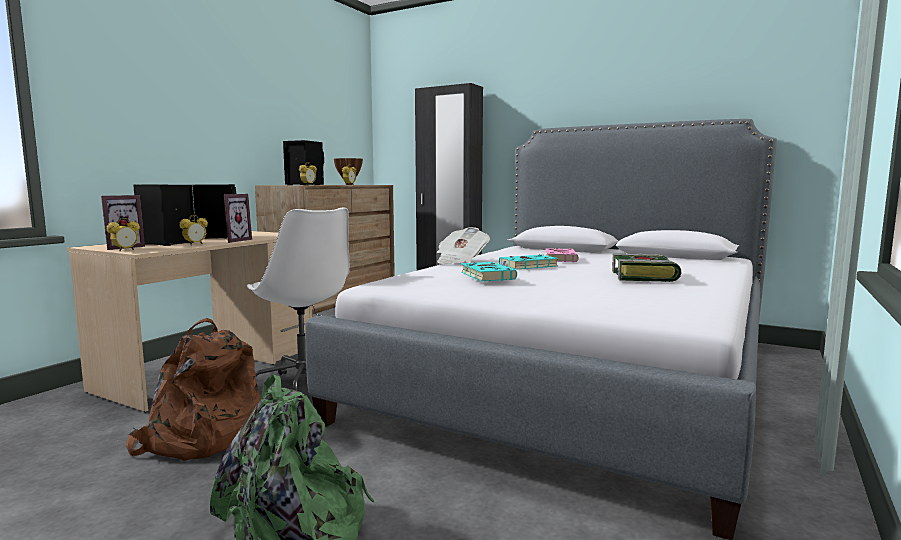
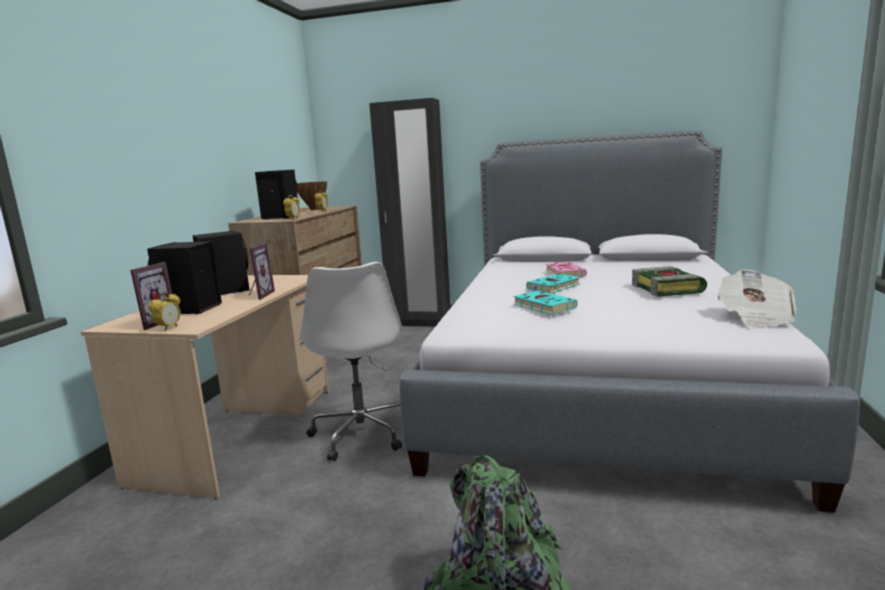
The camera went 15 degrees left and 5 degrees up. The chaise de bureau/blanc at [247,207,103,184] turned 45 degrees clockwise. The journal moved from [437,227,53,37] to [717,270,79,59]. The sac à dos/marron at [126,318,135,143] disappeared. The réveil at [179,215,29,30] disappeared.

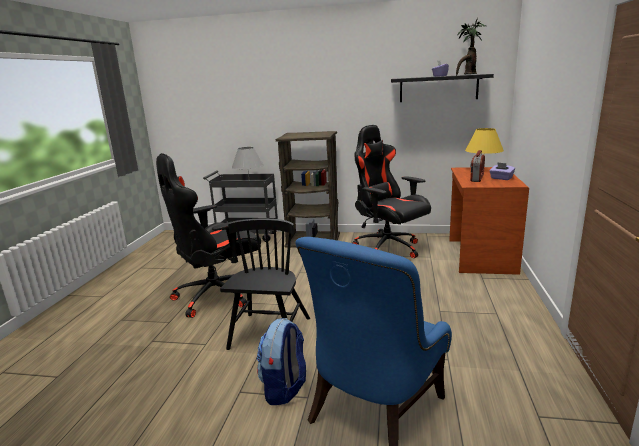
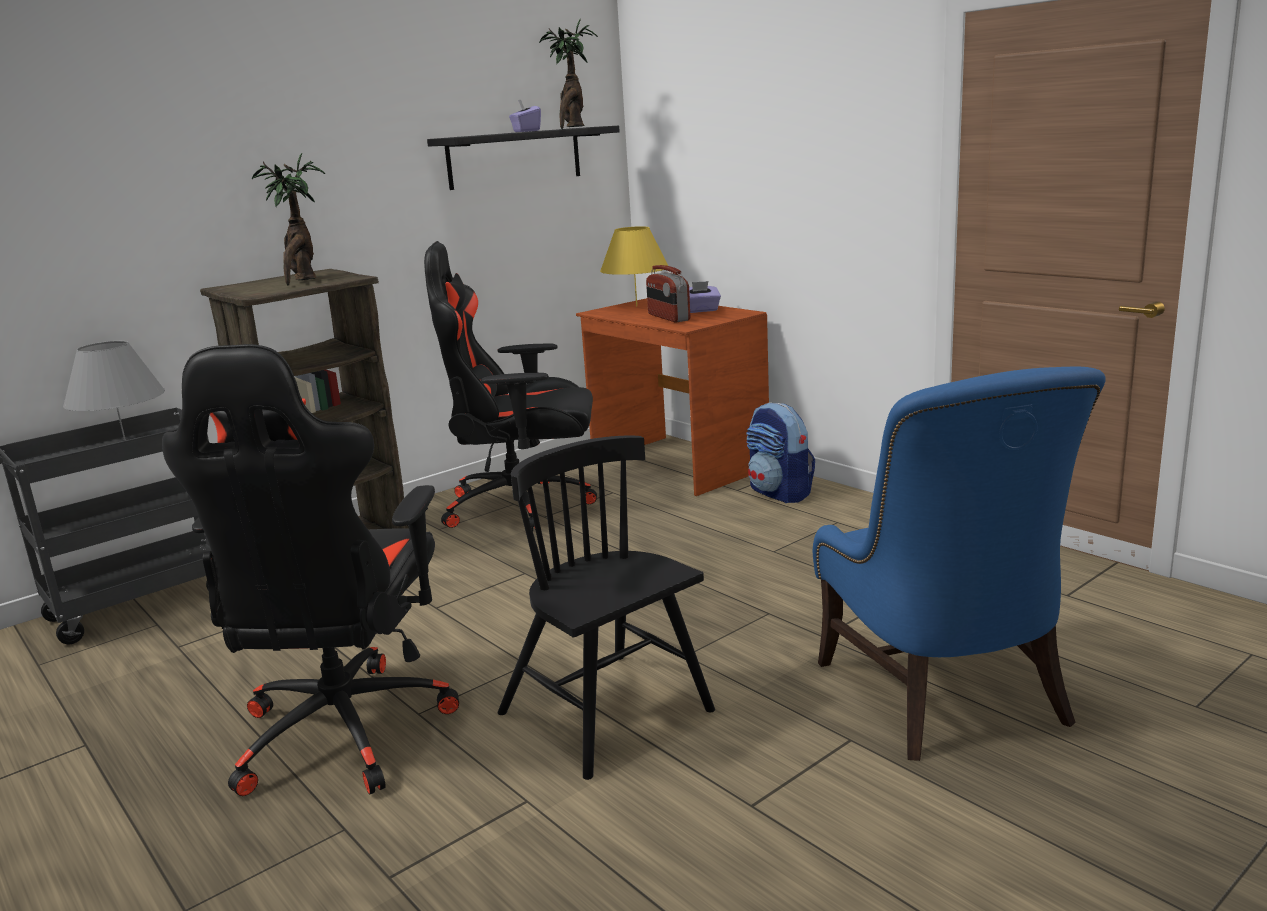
The camera went 50 degrees left and 0 degrees up. The plante en pot at [252,153,73,133] appeared. The sac à dos moved from [257,318,49,87] to [746,403,69,100].

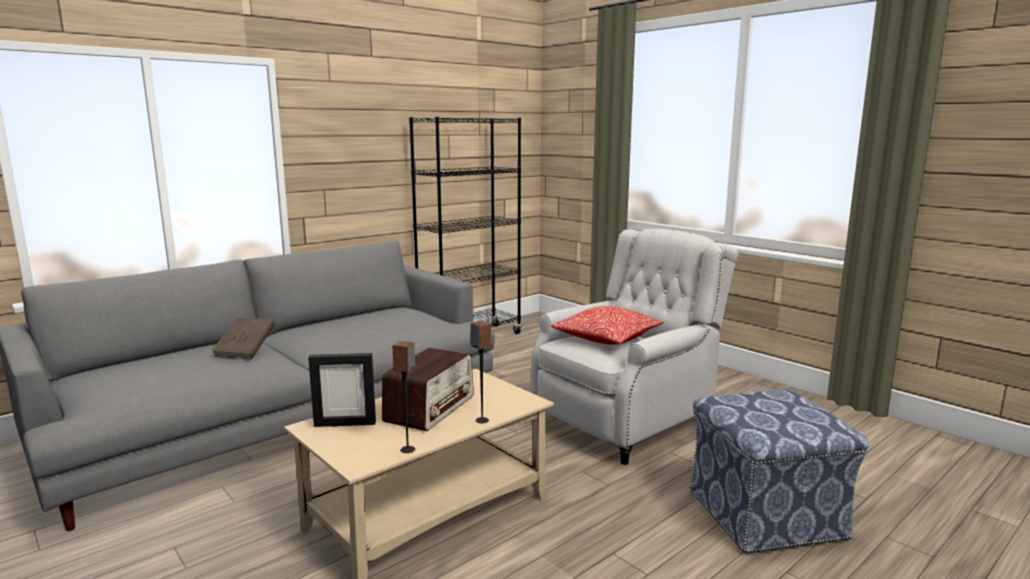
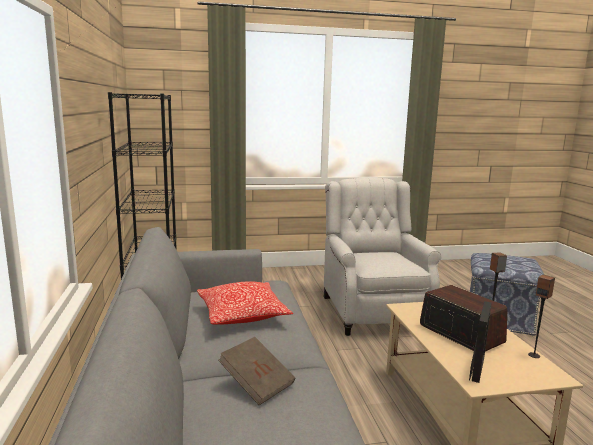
The camera went 60 degrees left and 0 degrees up. The coussin moved from [550,306,114,39] to [197,281,96,43].

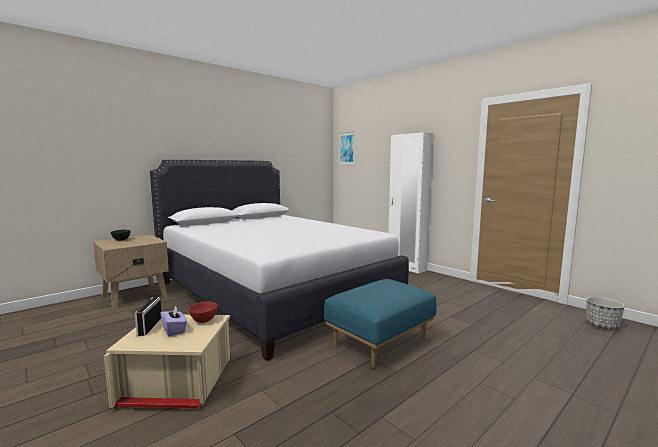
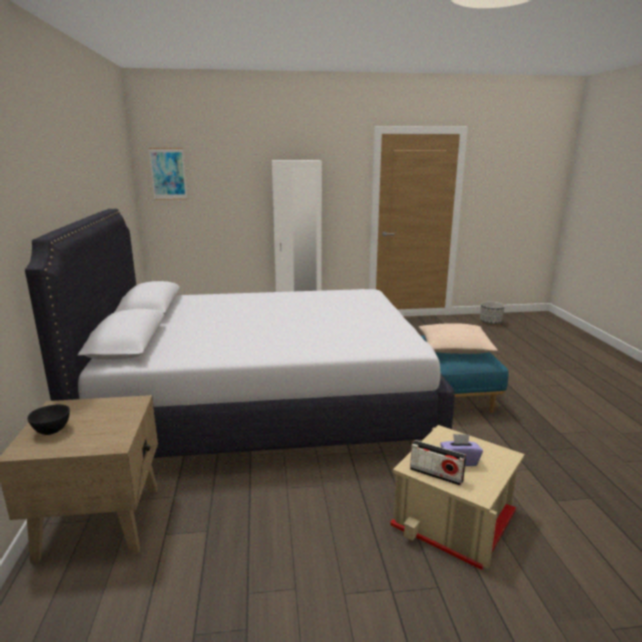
The camera went 55 degrees left and 10 degrees up. The coussin/beige at [419,323,79,31] appeared. The bol/rouge at [188,301,29,22] disappeared.

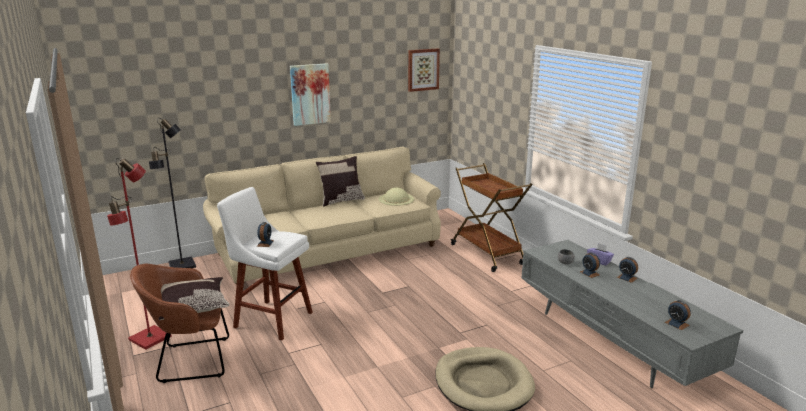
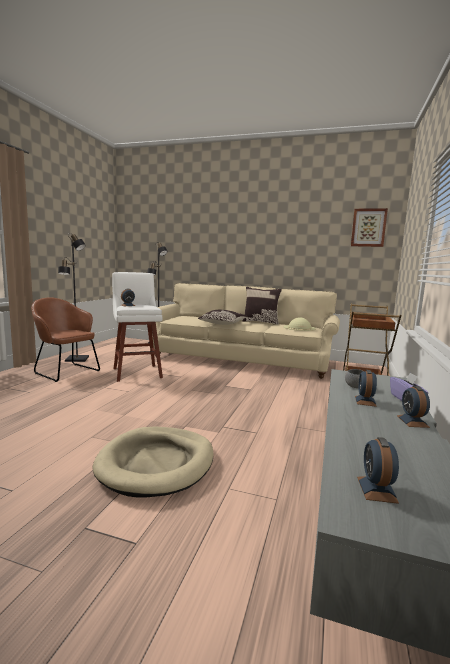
The camera went 45 degrees right and 10 degrees down. The lampadaire/rouge at [107,158,64,192] became the lampadaire/noir at [58,233,31,129]. The coussin moved from [158,277,72,43] to [198,310,50,15]. The tableau at [290,63,41,63] disappeared.

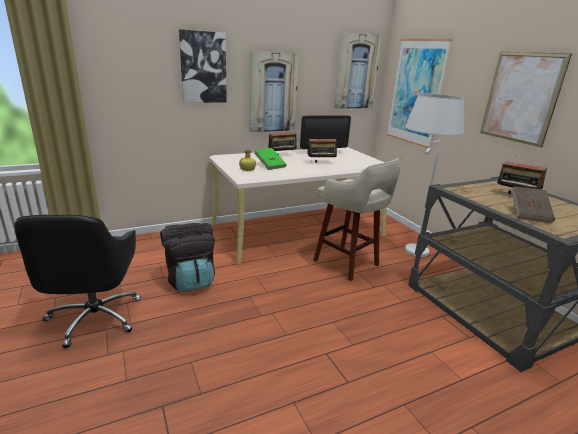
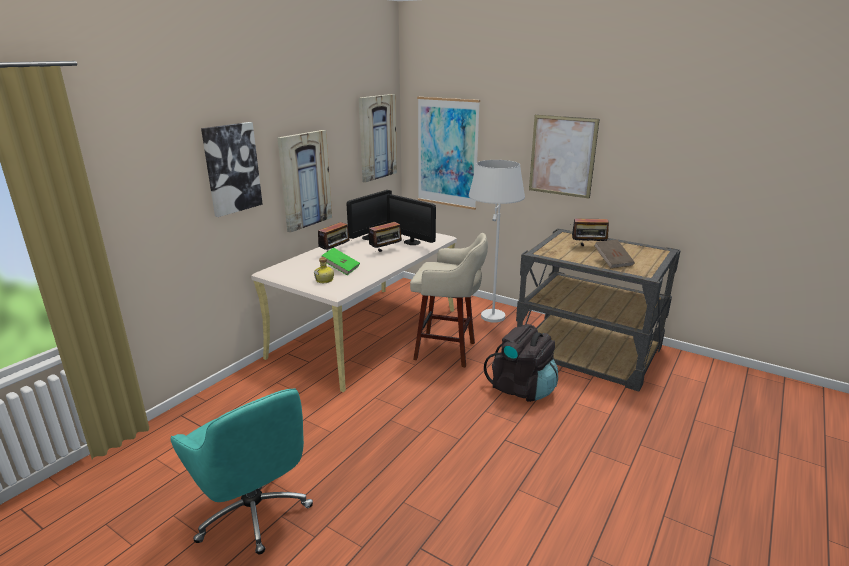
The camera went 30 degrees left and 0 degrees up. The chaise de bureau/noir at [14,215,127,133] became the chaise de bureau/turquoise at [170,388,143,166]. The écran d'ordinateur at [387,194,49,51] appeared. The sac à dos/noir moved from [160,223,55,68] to [484,324,74,78].

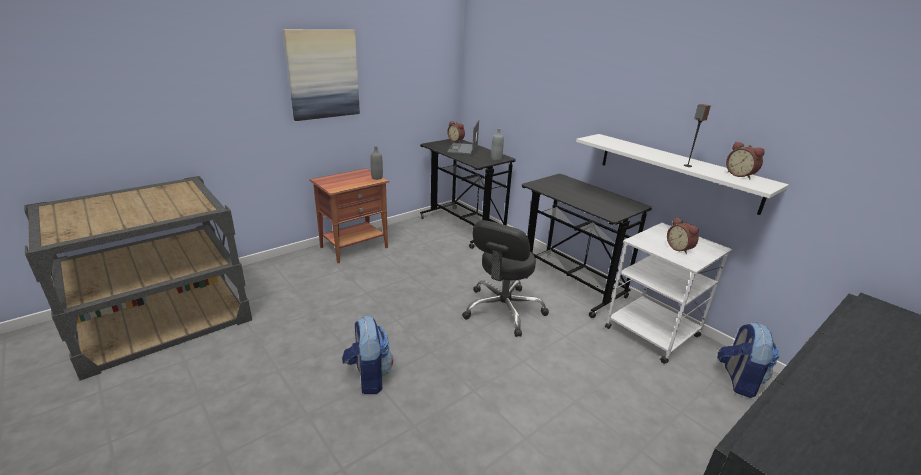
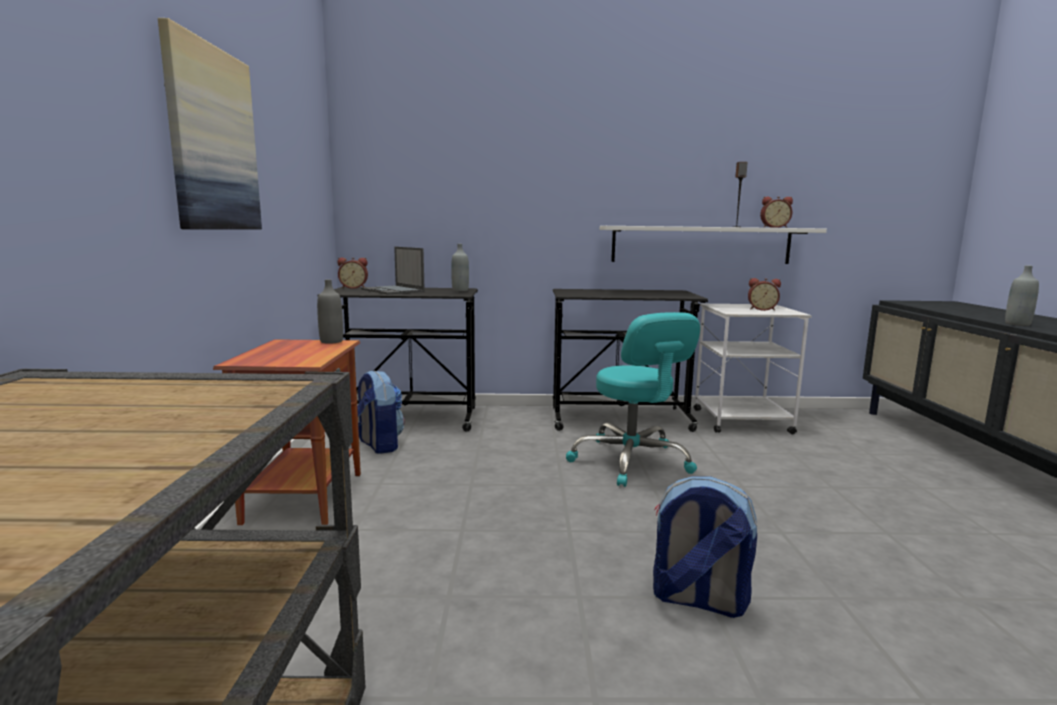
The camera went 50 degrees left and 15 degrees down. The sac à dos moved from [718,322,61,76] to [357,370,47,84]. The chaise de bureau/noir at [462,220,87,117] became the chaise de bureau/turquoise at [566,312,134,175]. The bouteille/gris at [1005,265,34,61] appeared.

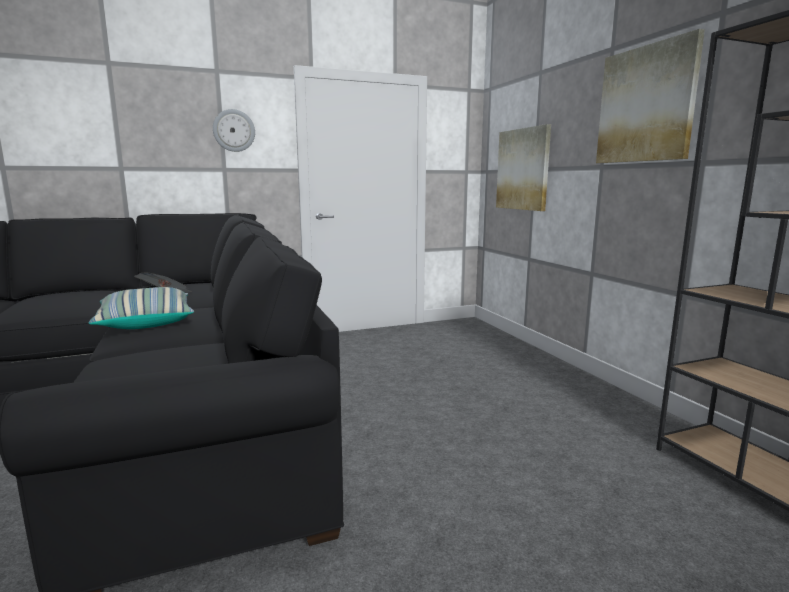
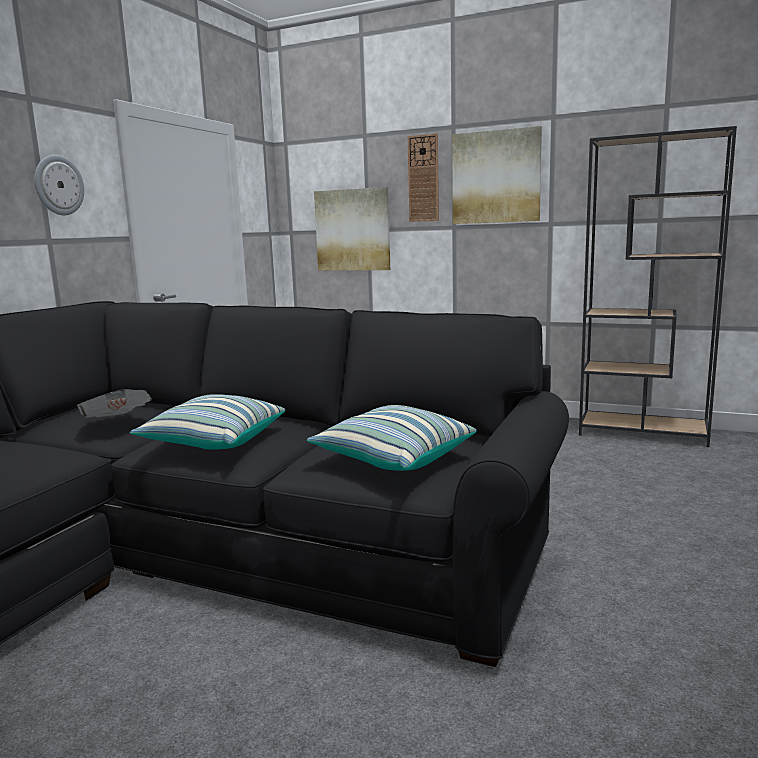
The camera went 45 degrees left and 0 degrees up. The coussin at [307,405,169,66] appeared. The horloge murale at [407,133,32,89] appeared.

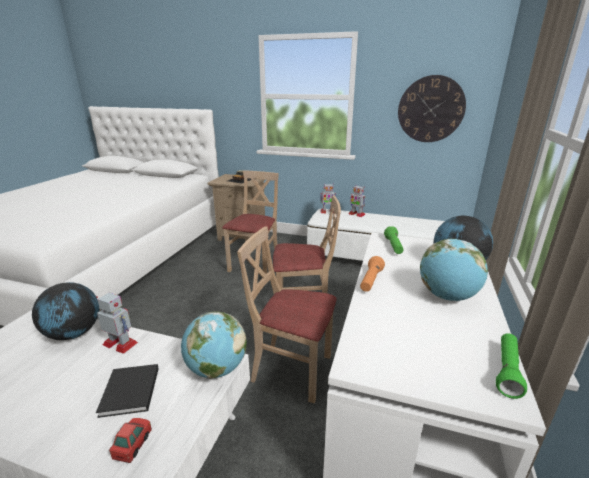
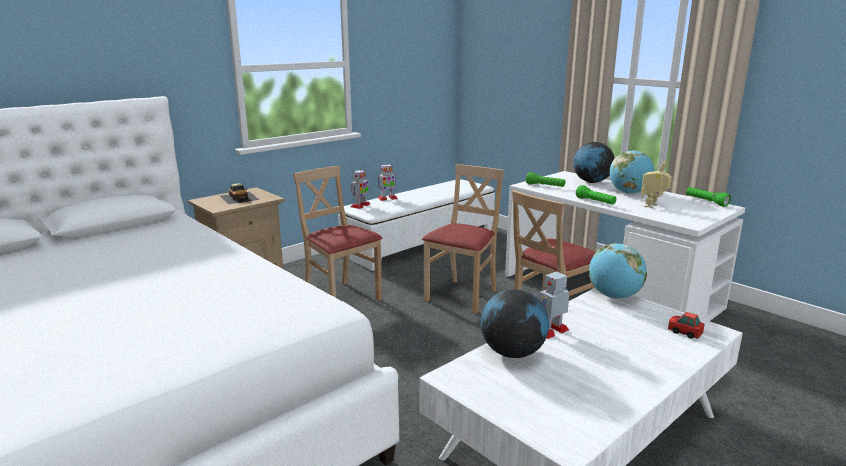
The camera went 60 degrees left and 5 degrees down. The lampe de poche/orange at [360,256,25,36] became the lampe de poche/vert at [576,185,40,20]. The robot jouet at [641,161,31,47] appeared. The livre/noir at [96,364,63,54] disappeared. The horloge murale at [398,75,68,67] disappeared.

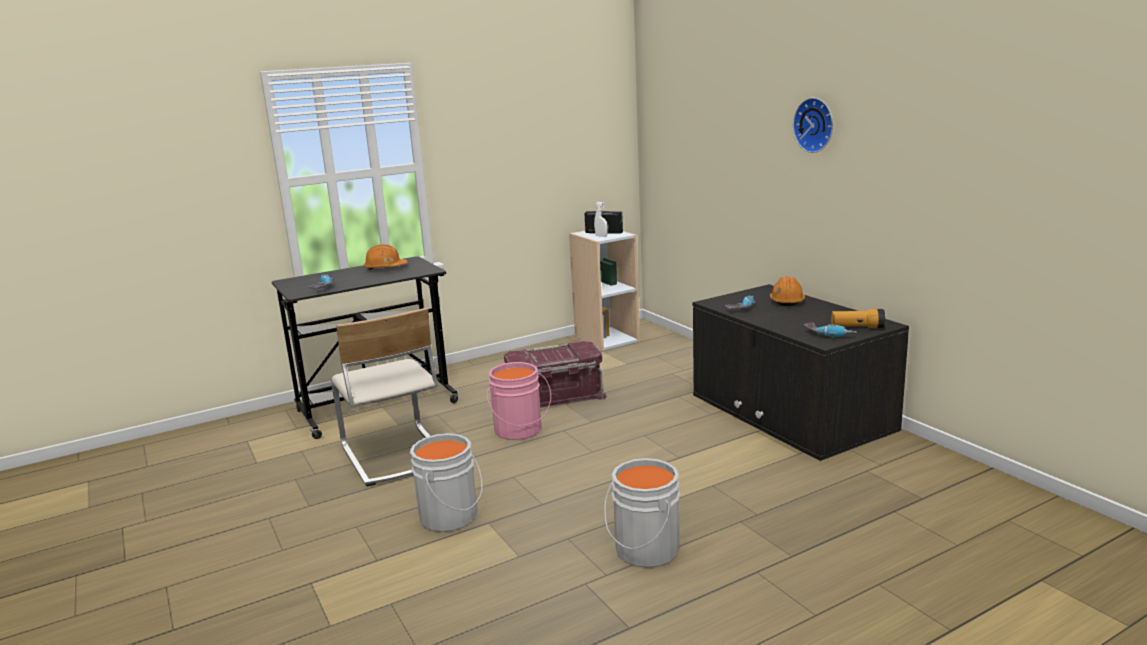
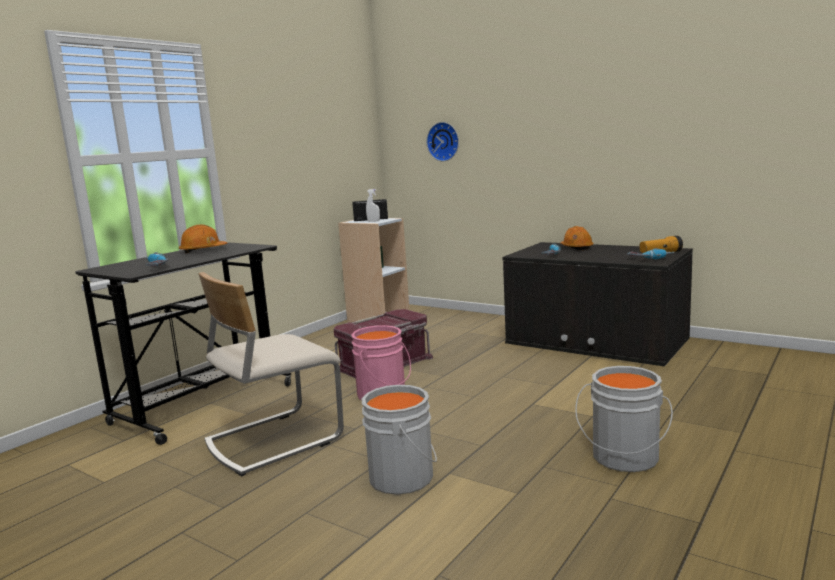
The camera went 25 degrees left and 5 degrees down. The chaise/beige at [331,308,107,178] turned 105 degrees clockwise. The horloge murale moved from [793,98,40,55] to [427,122,32,39].

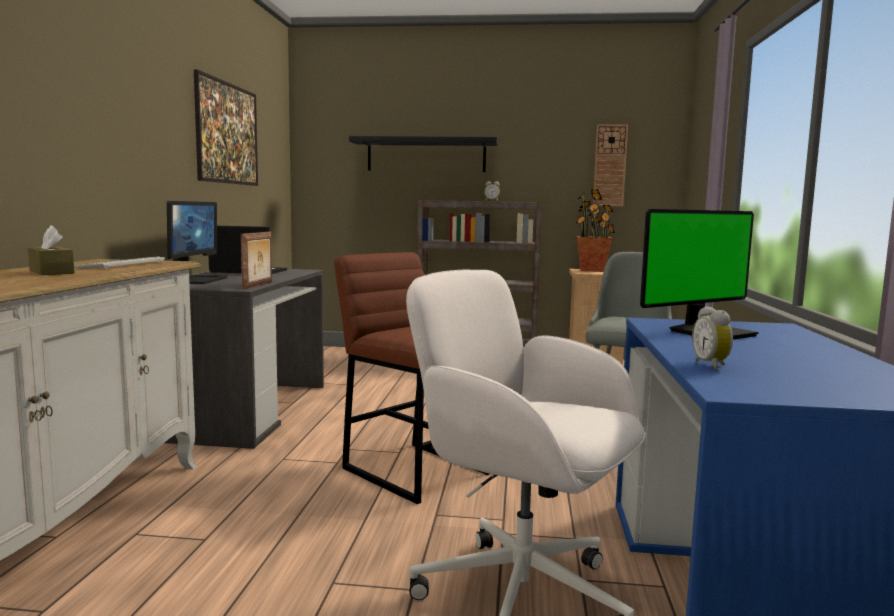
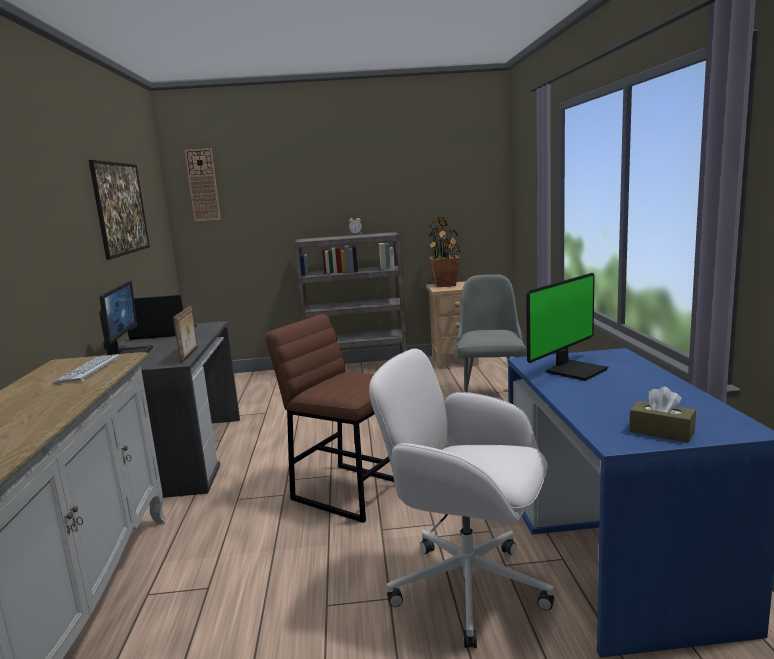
The camera went 10 degrees left and 5 degrees up. The horloge murale moved from [593,124,35,82] to [185,148,36,73]. The boîte à mouchoirs/marron moved from [28,225,47,50] to [629,387,67,56]. The étagère/noir at [349,136,149,36] disappeared. The réveil at [692,306,41,64] disappeared.

